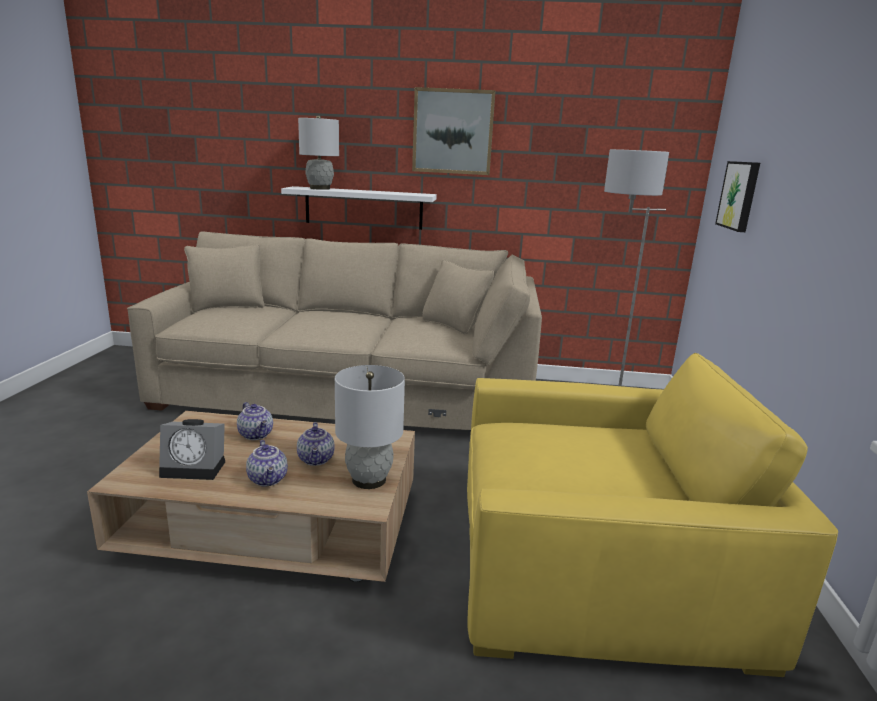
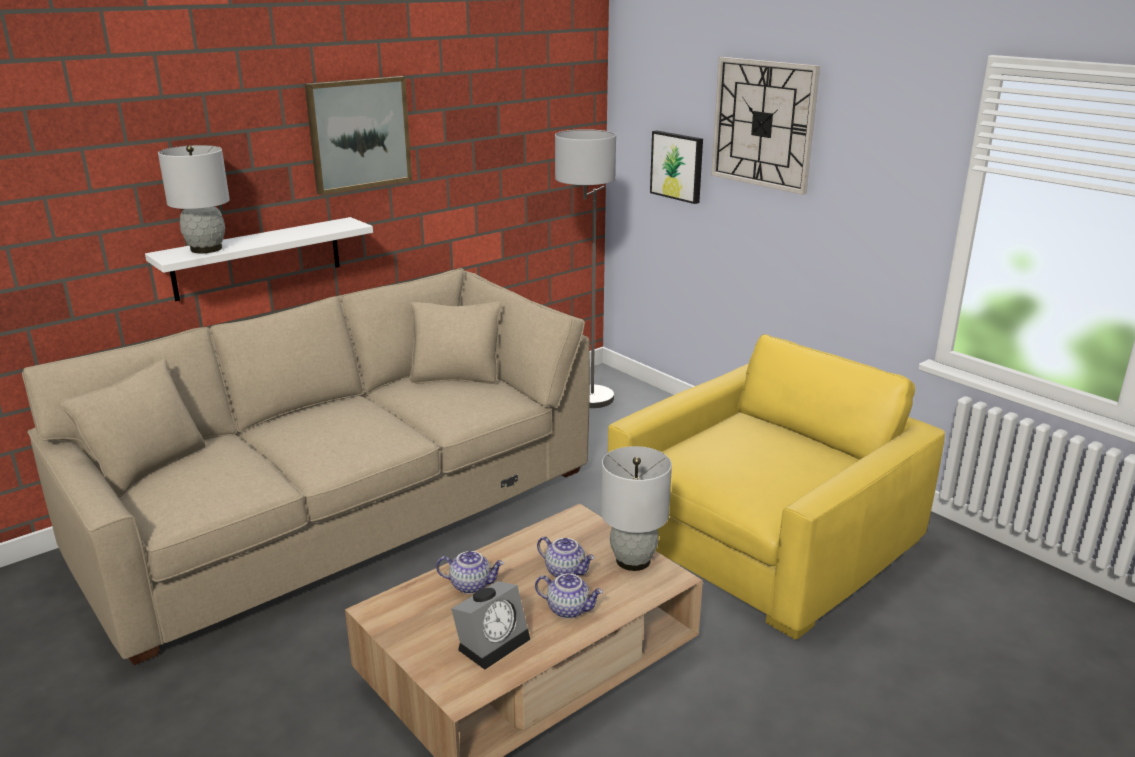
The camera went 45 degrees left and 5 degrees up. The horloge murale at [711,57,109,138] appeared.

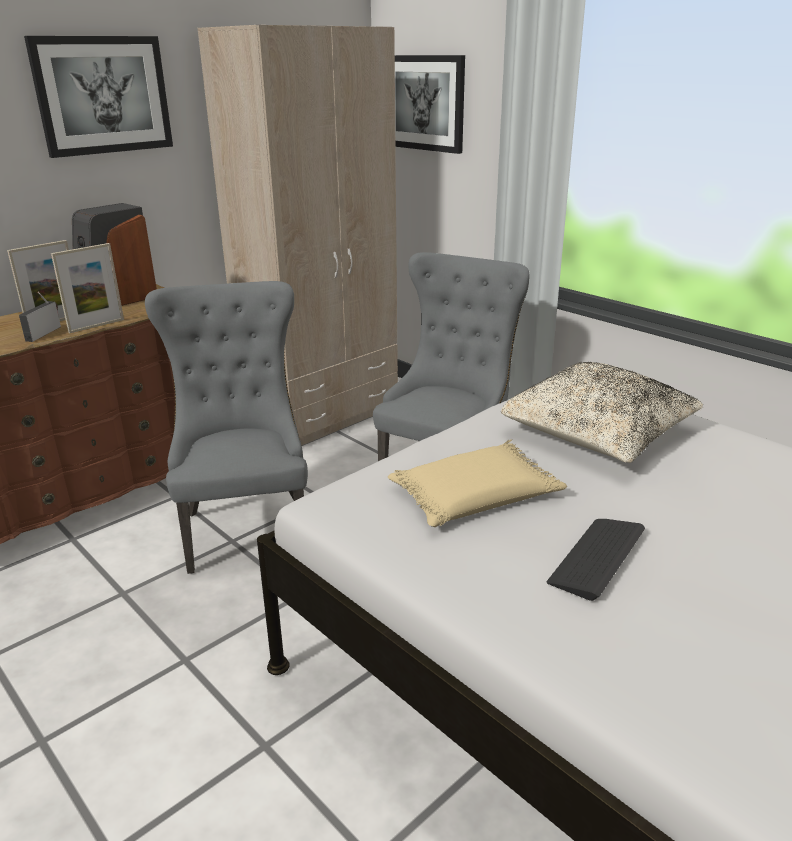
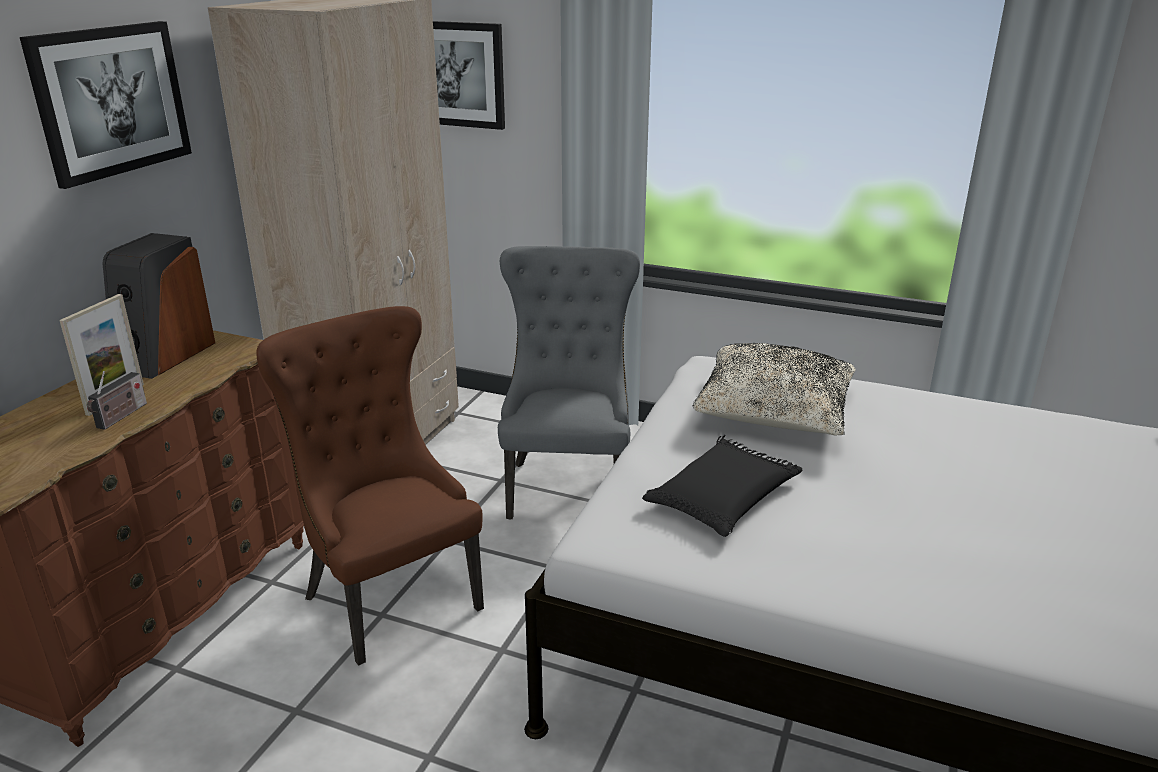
The camera went 25 degrees left and 0 degrees up. The radio at [19,292,42,50] turned 150 degrees counterclockwise. The chaise/gris at [145,281,163,293] became the chaise/marron at [256,306,228,360]. The coussin/beige at [388,439,179,88] became the coussin/noir at [642,435,160,102]. The cadre photo at [51,243,73,90] disappeared. The clavier at [547,519,98,82] disappeared.

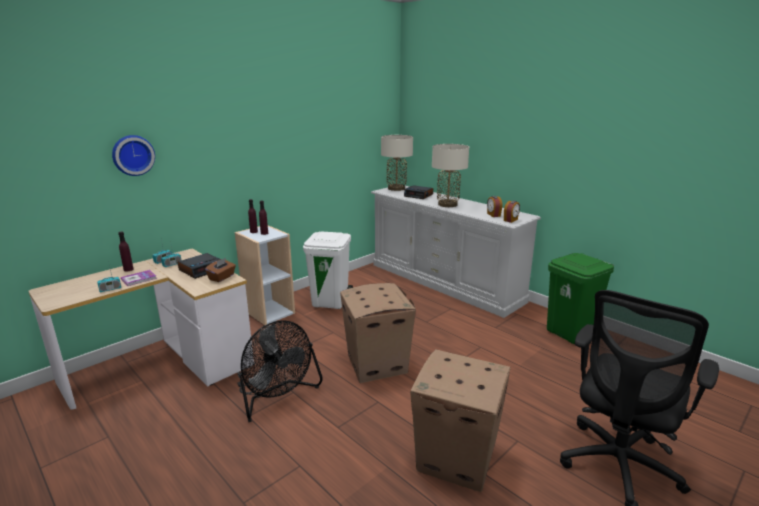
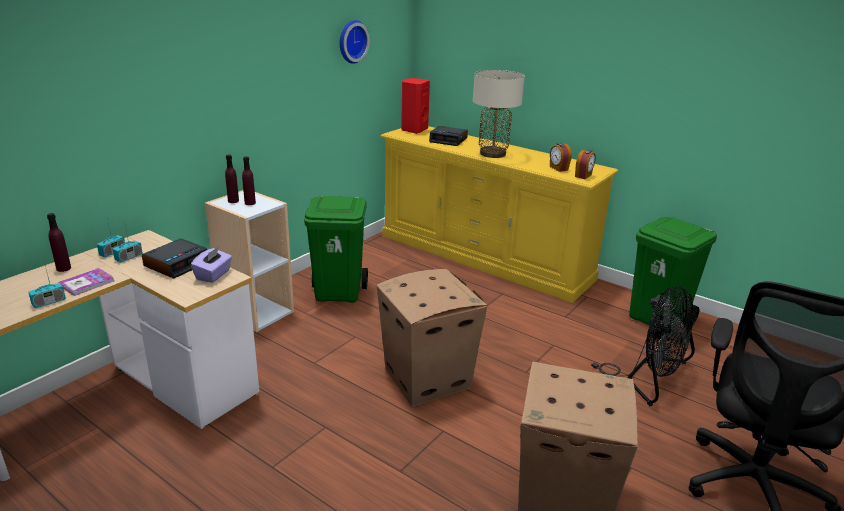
The camera went 10 degrees left and 5 degrees up. The boîte à mouchoirs/marron at [205,258,31,24] became the boîte à mouchoirs/violet at [191,247,41,36]. The poubelle/blanc at [303,232,50,77] became the poubelle/vert at [304,196,64,106]. The horloge murale moved from [112,135,43,41] to [340,20,30,44]. The meuble de rangement/blanc at [371,186,170,132] became the meuble de rangement/jaune at [380,126,238,177]. The lampe de table at [381,135,32,56] was replaced by the enceinte/rouge at [401,78,29,56]. The ventilateur/noir moved from [237,320,86,102] to [591,286,104,120].

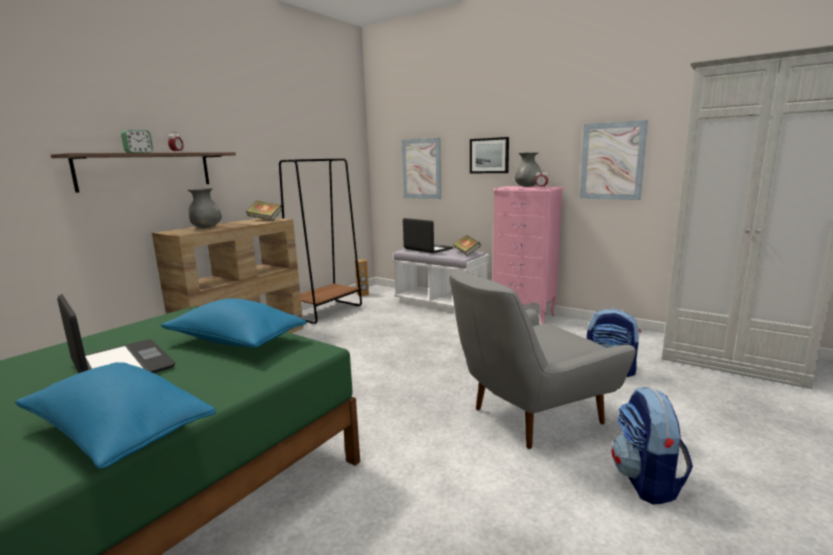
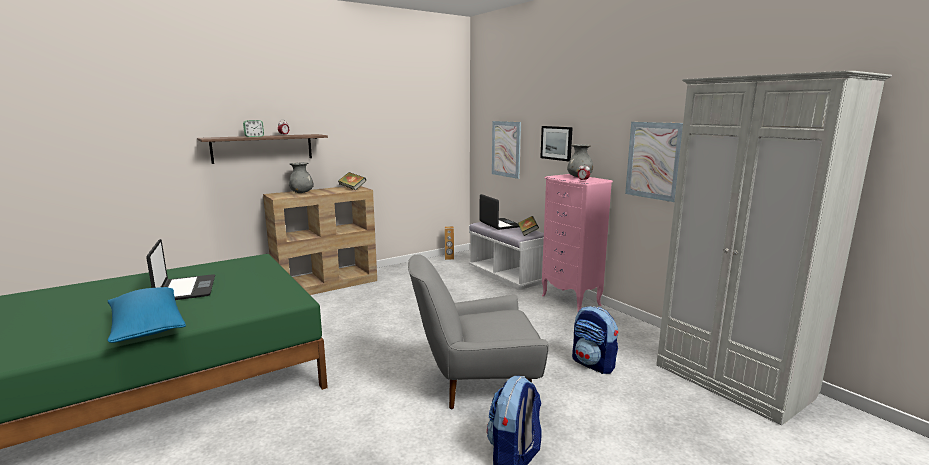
The camera went 20 degrees right and 0 degrees up. The coussin/bleu at [161,298,146,50] disappeared. The portant at [279,158,83,166] disappeared.

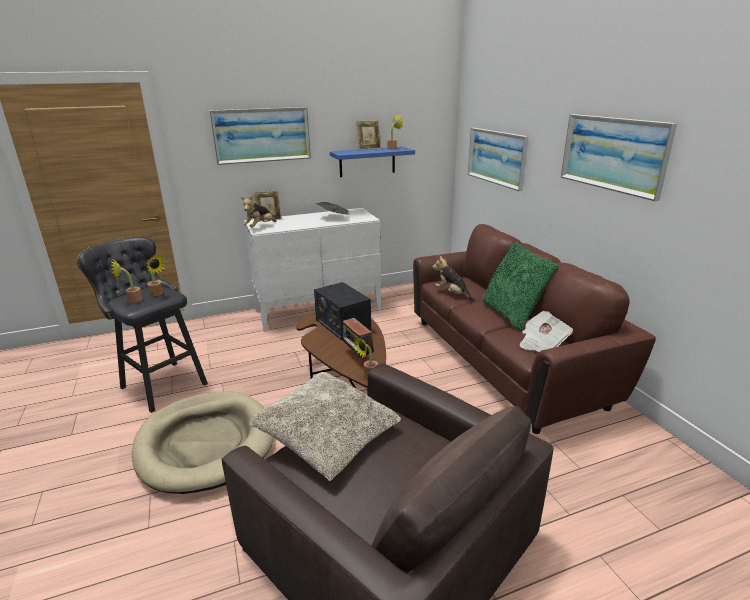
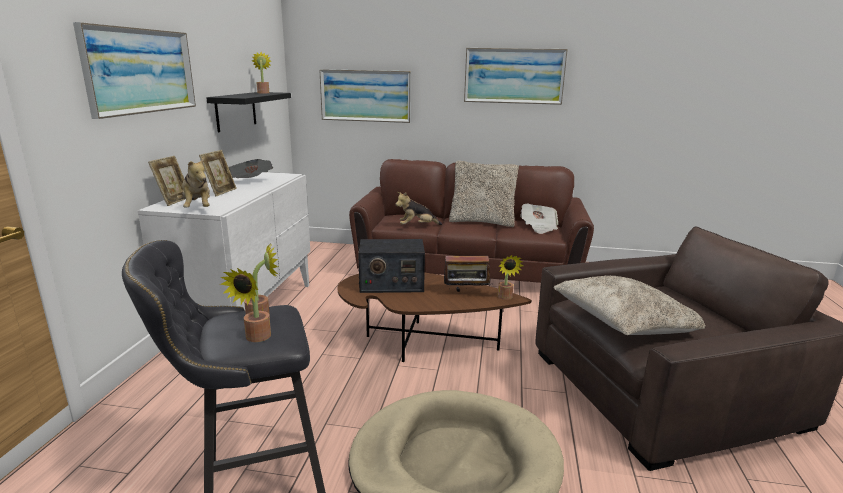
The camera went 60 degrees left and 5 degrees down. The cadre photo moved from [356,121,25,29] to [199,150,38,47]. The étagère/bleu at [330,147,85,30] became the étagère/noir at [206,92,85,40]. The coussin/vert at [483,242,76,89] became the coussin/beige at [449,161,70,66].

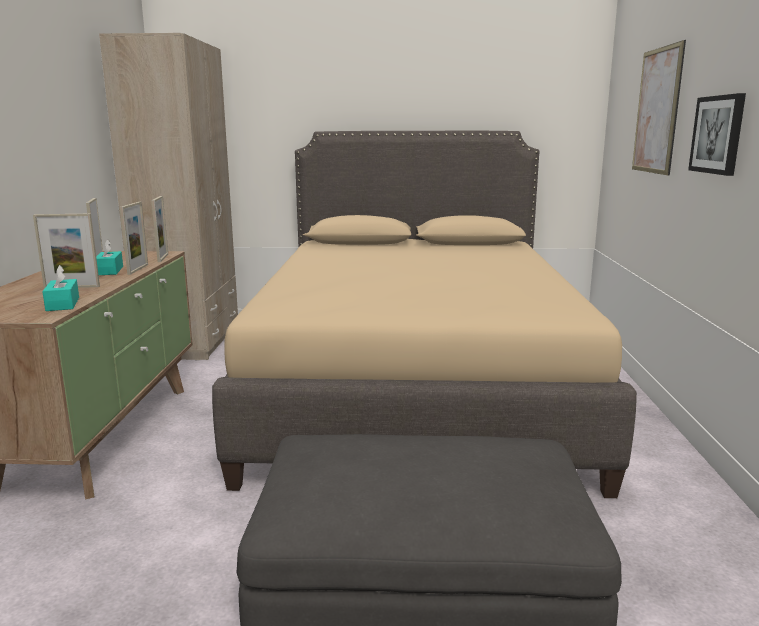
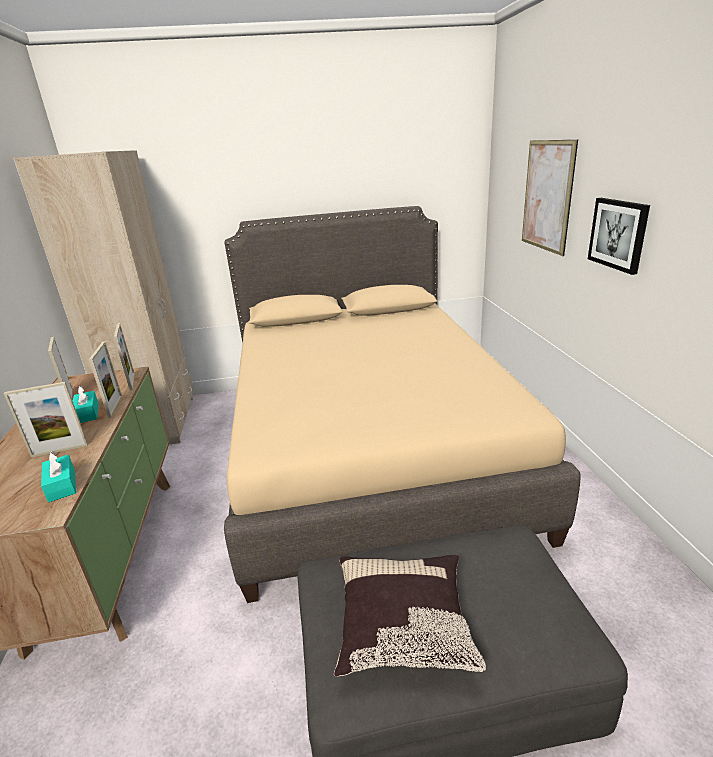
The camera went 10 degrees left and 10 degrees up. The coussin at [334,555,152,121] appeared.

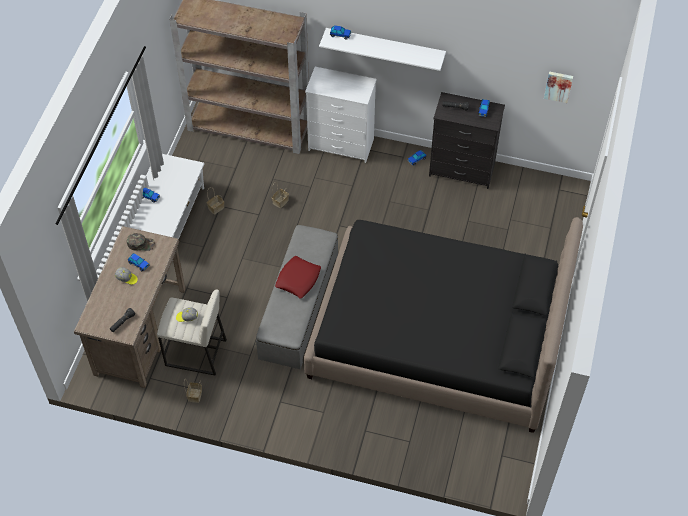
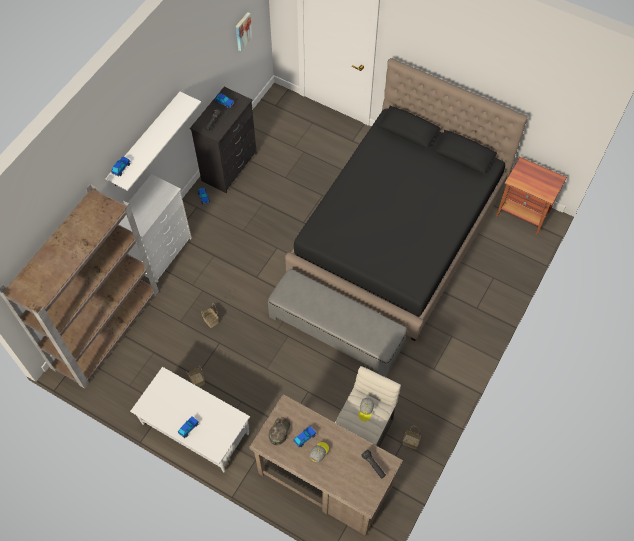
The camera went 75 degrees left and 5 degrees up. The table de chevet at [496,157,71,78] appeared. The coussin/rouge at [275,256,46,42] disappeared.

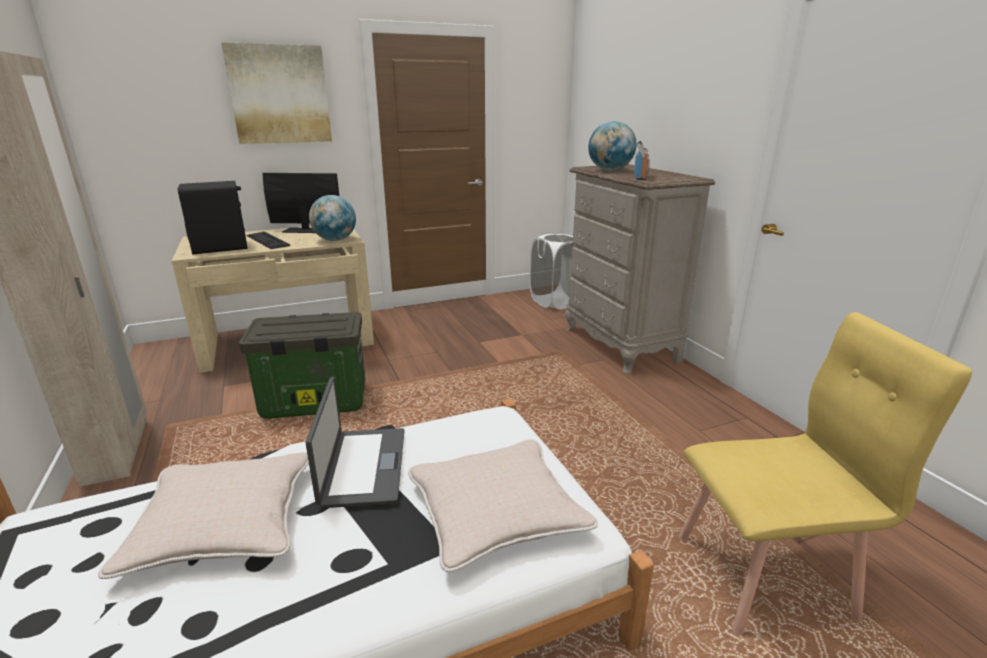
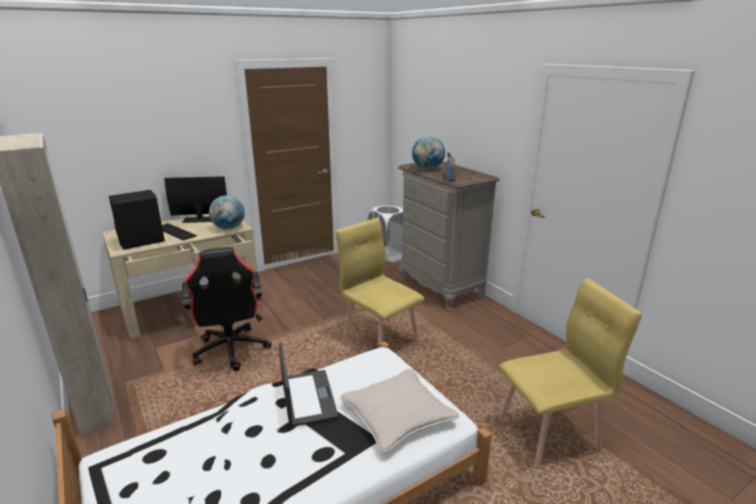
The camera went 10 degrees left and 0 degrees up. The boîte de rangement at [239,312,126,107] was replaced by the chaise de bureau/noir at [182,247,89,124]. The chaise/jaune at [336,218,88,130] appeared. The coussin/beige at [98,452,211,127] disappeared. The tableau at [221,42,111,102] disappeared.

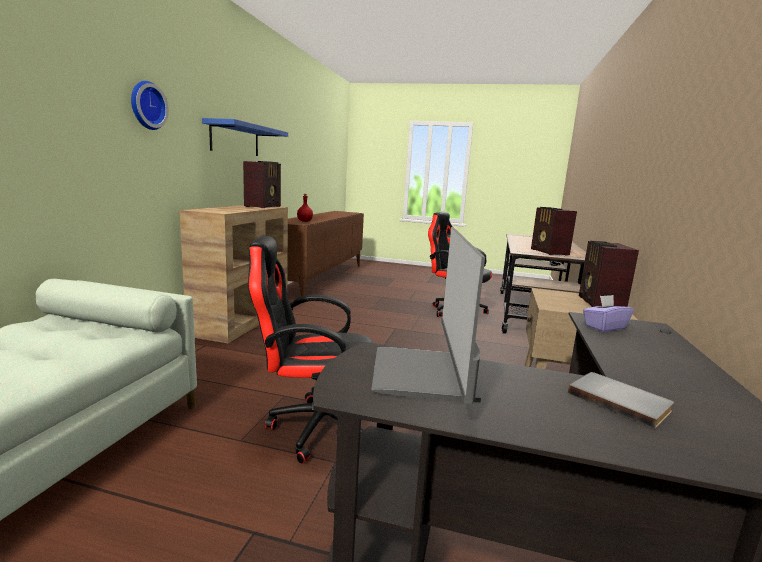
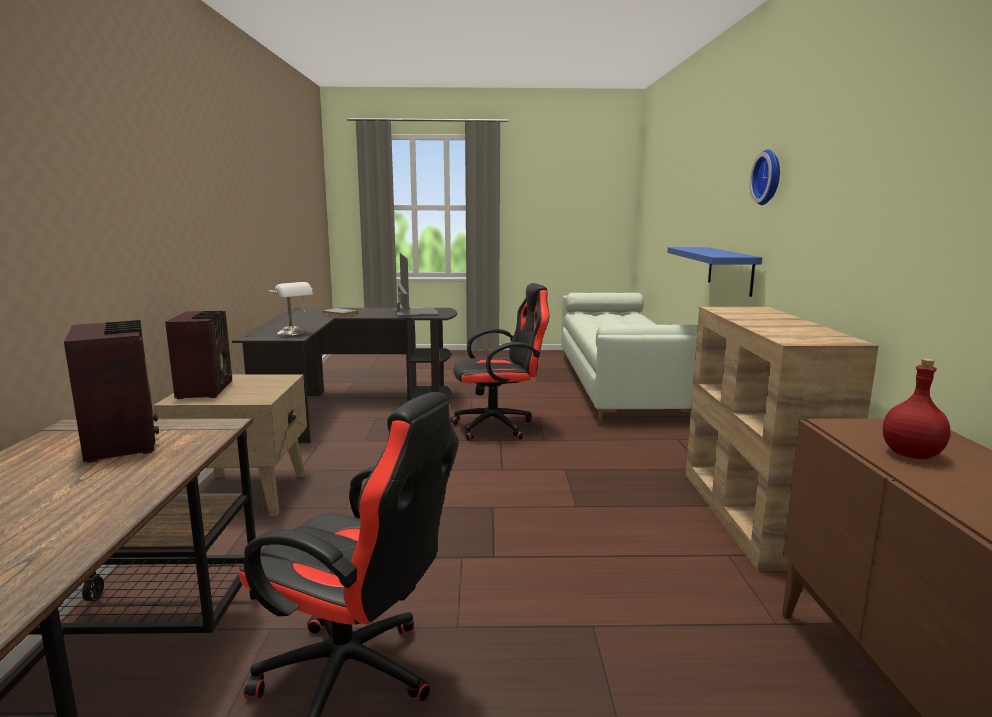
The camera went 165 degrees right and 0 degrees up. The boîte à mouchoirs/violet at [583,295,51,37] was replaced by the lampe de table/blanc at [269,282,44,54]. The étagère/bleu moved from [202,118,86,38] to [667,247,95,50]. The radio at [243,161,38,47] disappeared.

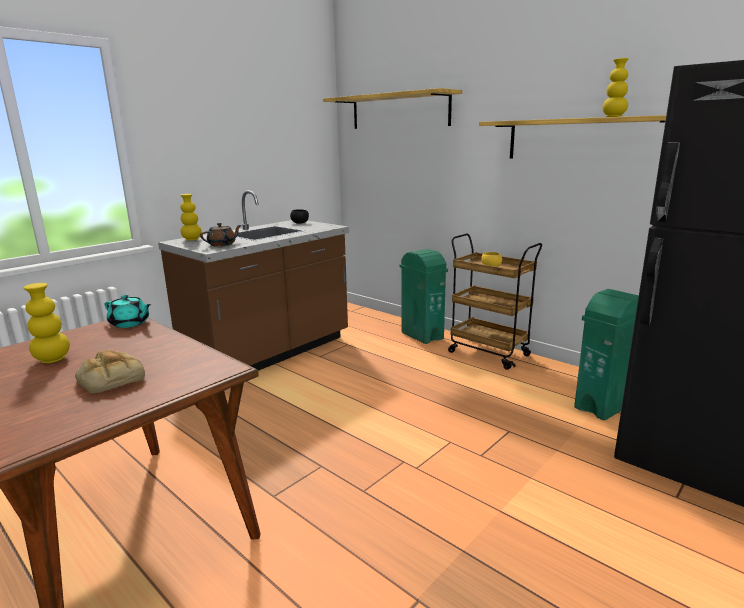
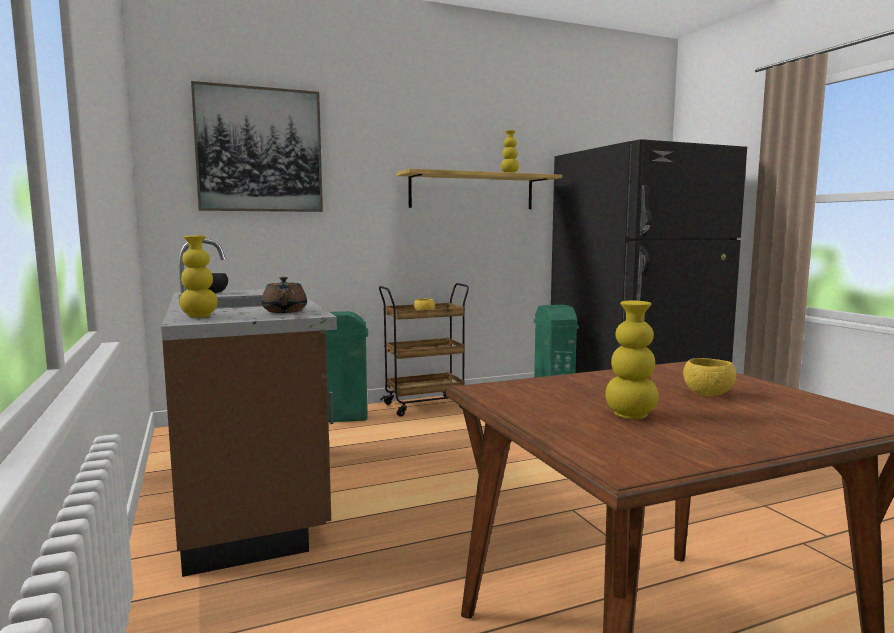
The camera went 65 degrees left and 10 degrees down. The étagère at [323,88,139,41] was replaced by the tableau at [191,81,132,131]. The pain at [75,350,70,44] was replaced by the bol/jaune at [683,358,53,38]. The théière/turquoise at [105,294,46,34] disappeared.

